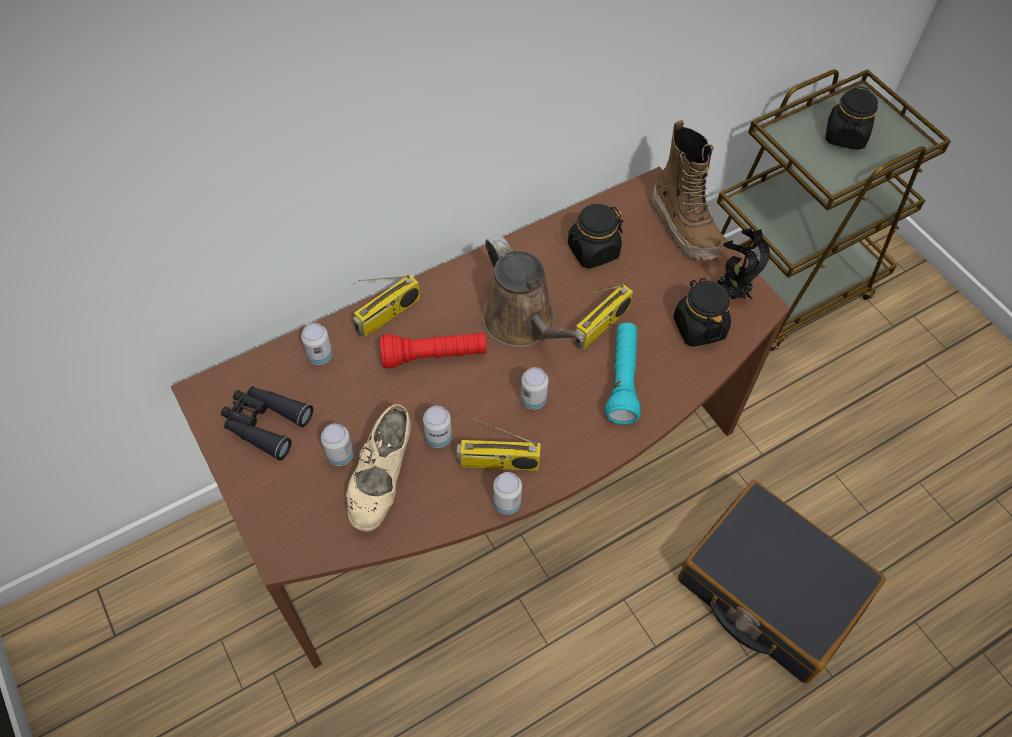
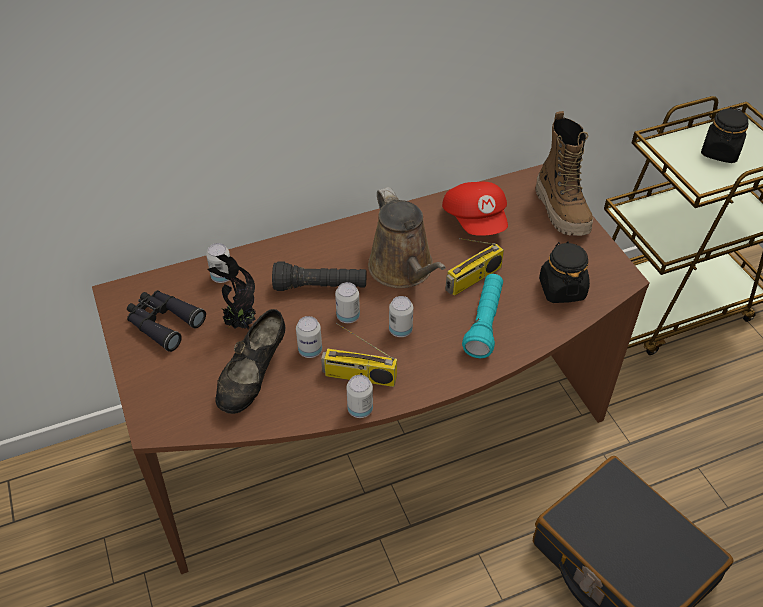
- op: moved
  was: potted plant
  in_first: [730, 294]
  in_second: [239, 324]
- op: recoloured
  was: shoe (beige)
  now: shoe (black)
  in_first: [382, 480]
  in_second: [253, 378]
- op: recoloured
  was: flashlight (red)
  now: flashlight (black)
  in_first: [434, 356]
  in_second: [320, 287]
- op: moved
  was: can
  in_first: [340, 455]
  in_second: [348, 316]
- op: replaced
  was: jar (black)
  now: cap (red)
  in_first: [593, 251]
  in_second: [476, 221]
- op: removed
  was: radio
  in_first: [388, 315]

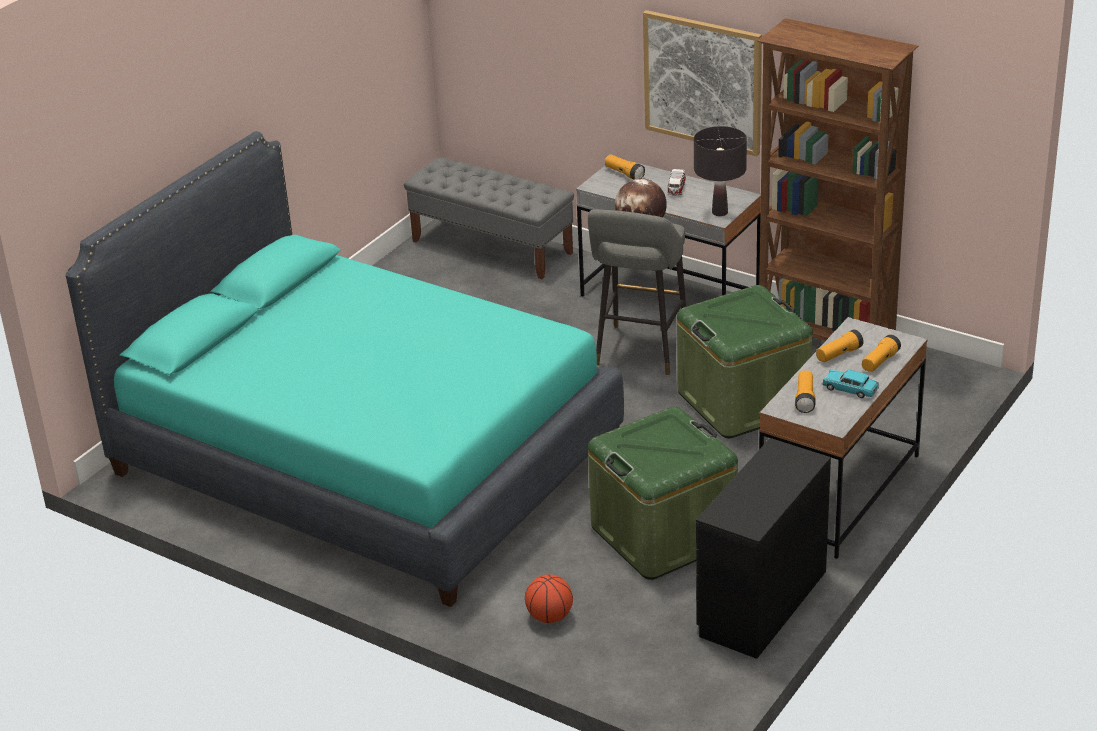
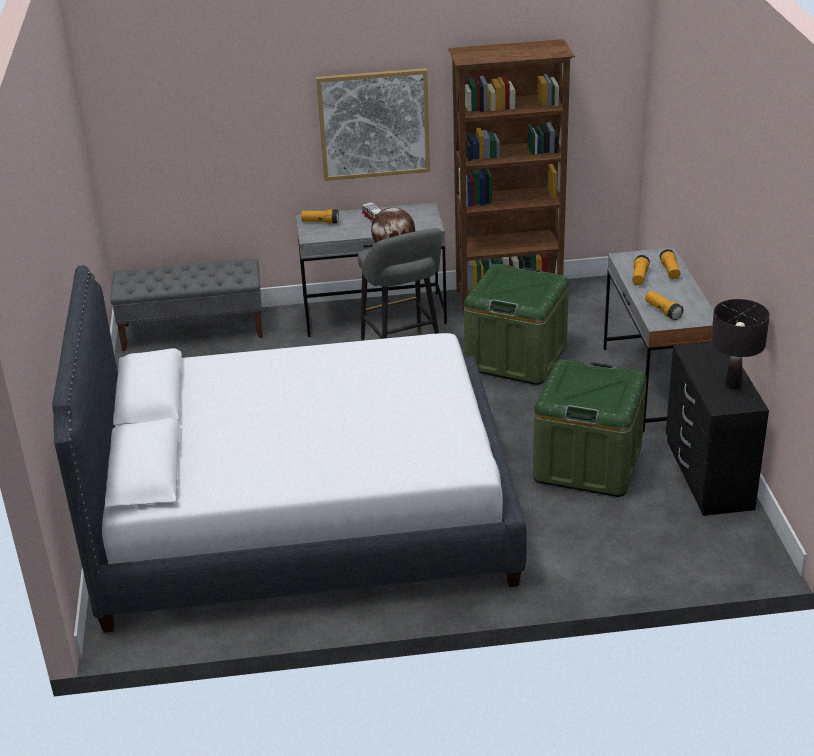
- op: recoloured
  was: bed (turquoise)
  now: bed (white)
  in_first: [365, 457]
  in_second: [302, 516]
- op: moved
  was: table lamp (black)
  in_first: [719, 212]
  in_second: [732, 385]
- op: removed
  was: basketball
  in_first: [550, 617]
- op: removed
  was: toy car (turquoise)
  in_first: [850, 390]

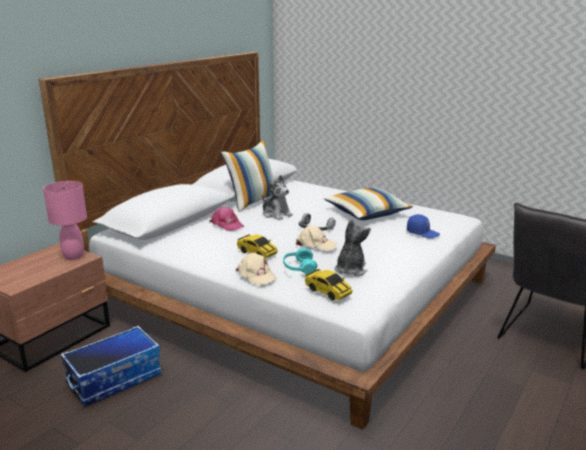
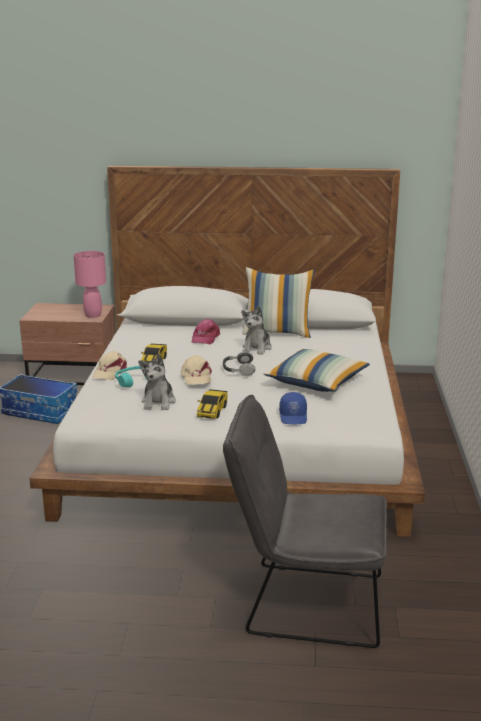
- op: turned
  was: plush toy
  in_first: [350, 270]
  in_second: [158, 402]
  clockwise: 105
- op: moved
  was: toy car
  in_first: [328, 291]
  in_second: [212, 411]

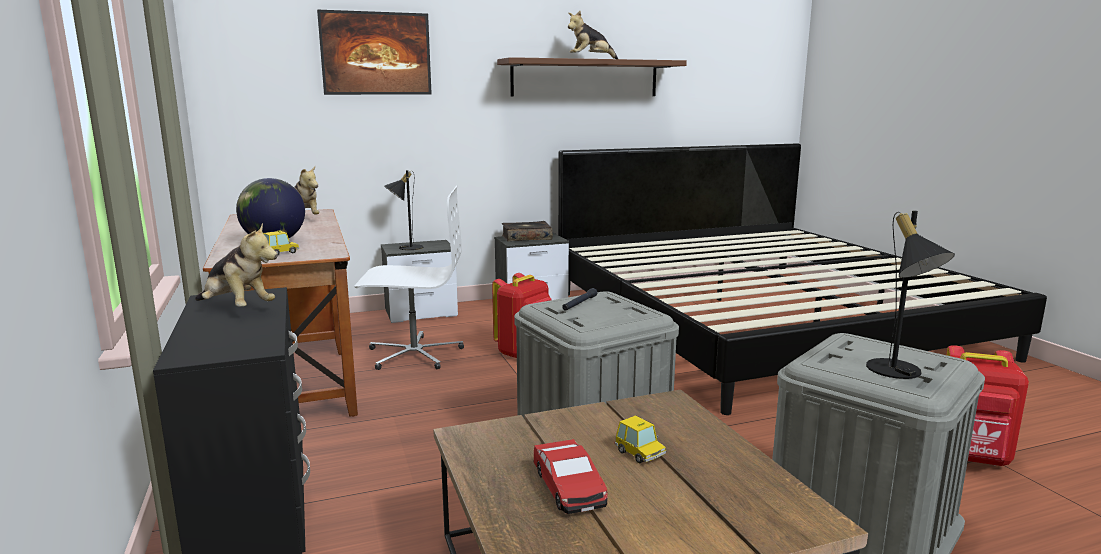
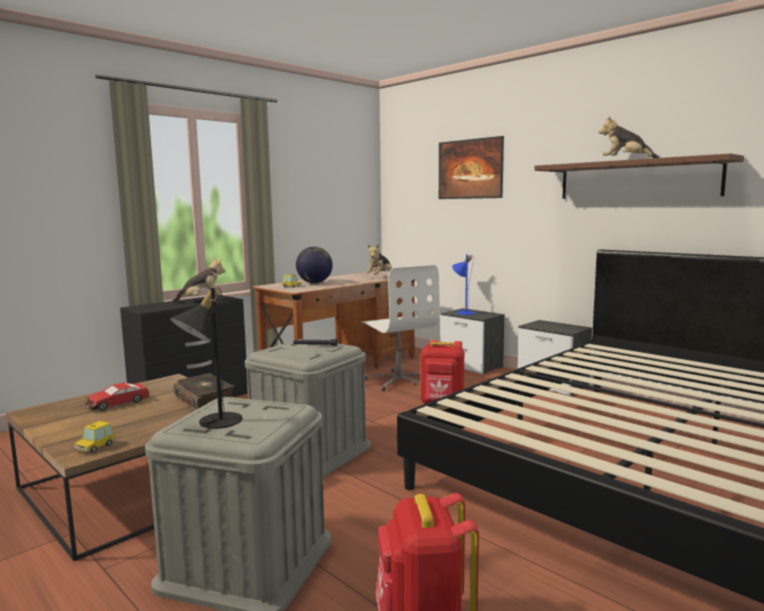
- op: moved
  was: toy car
  in_first: [640, 453]
  in_second: [95, 447]
- op: turned
  was: plush toy
  in_first: [237, 308]
  in_second: [201, 300]
  clockwise: -120
- op: moved
  was: book
  in_first: [526, 238]
  in_second: [206, 400]
- op: recoloured
  was: table lamp (black)
  now: table lamp (blue)
  in_first: [406, 247]
  in_second: [463, 312]

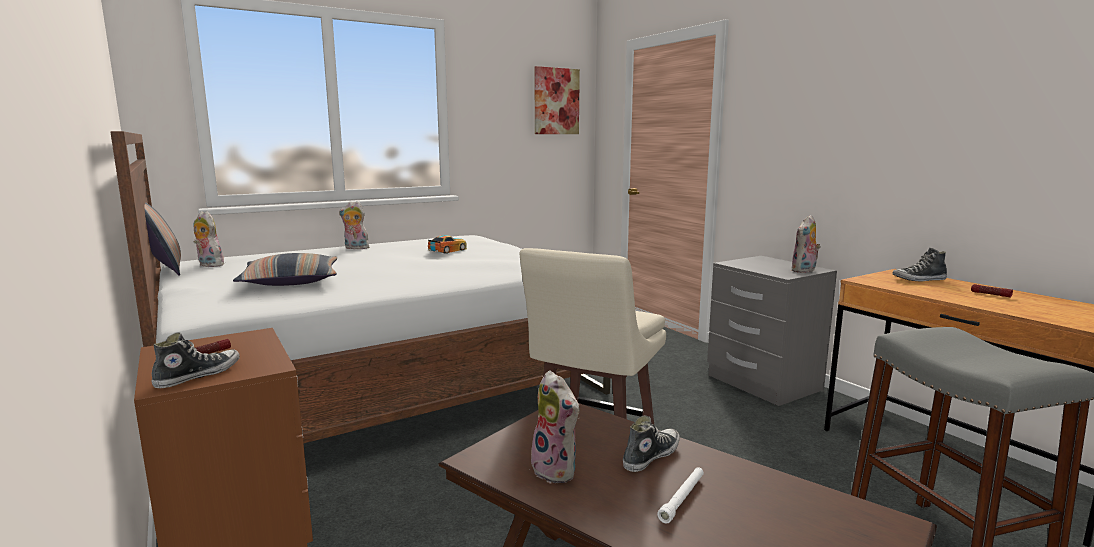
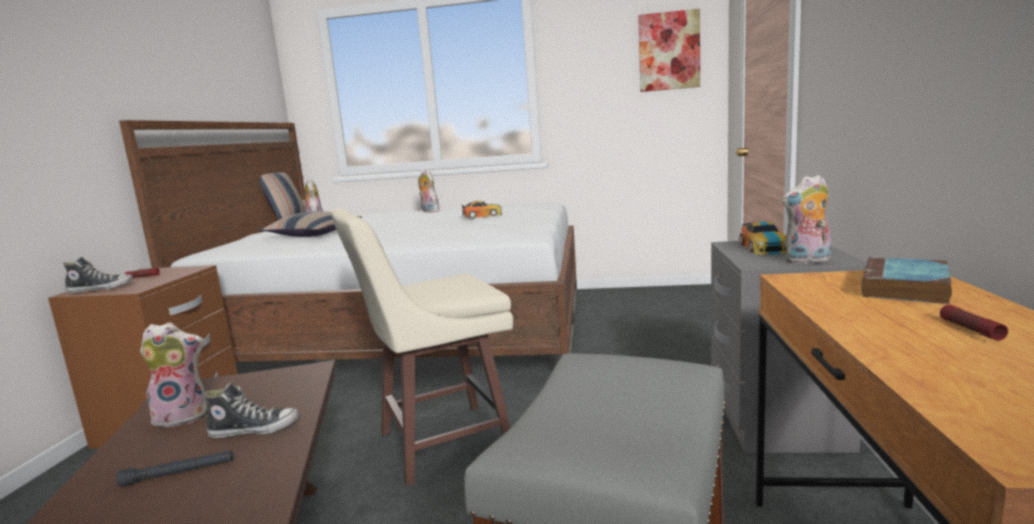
- op: recoloured
  was: flashlight (white)
  now: flashlight (black)
  in_first: [682, 498]
  in_second: [178, 473]
- op: turned
  was: plush toy
  in_first: [557, 470]
  in_second: [184, 416]
  clockwise: -105
- op: added
  now: toy car
  in_second: [763, 248]
- op: replaced
  was: shoe
  now: book
  in_first: [919, 279]
  in_second: [905, 288]

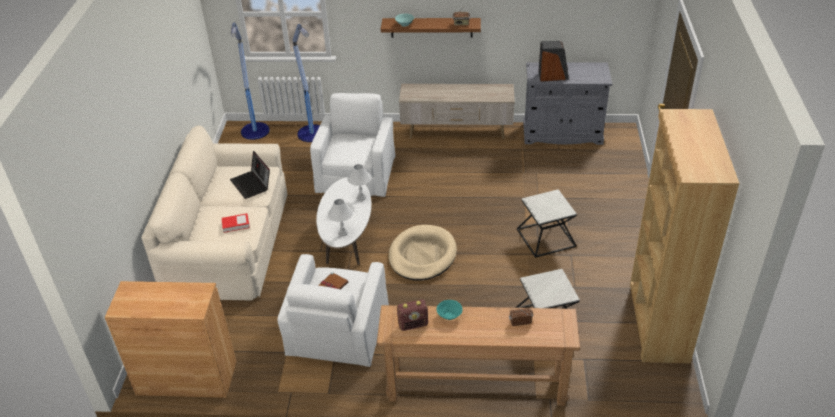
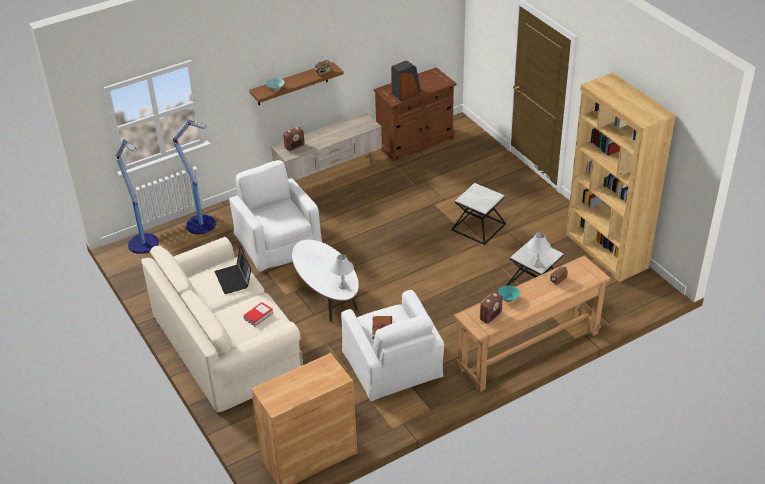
- op: turned
  was: laptop
  in_first: [252, 184]
  in_second: [234, 279]
  clockwise: 45
- op: added
  now: radio
  in_second: [294, 146]
- op: recoloured
  was: cabinet (grey)
  now: cabinet (brown)
  in_first: [562, 133]
  in_second: [415, 142]
- op: moved
  was: table lamp (white)
  in_first: [361, 197]
  in_second: [537, 264]
- op: removed
  was: dog bed (beige)
  in_first: [422, 255]

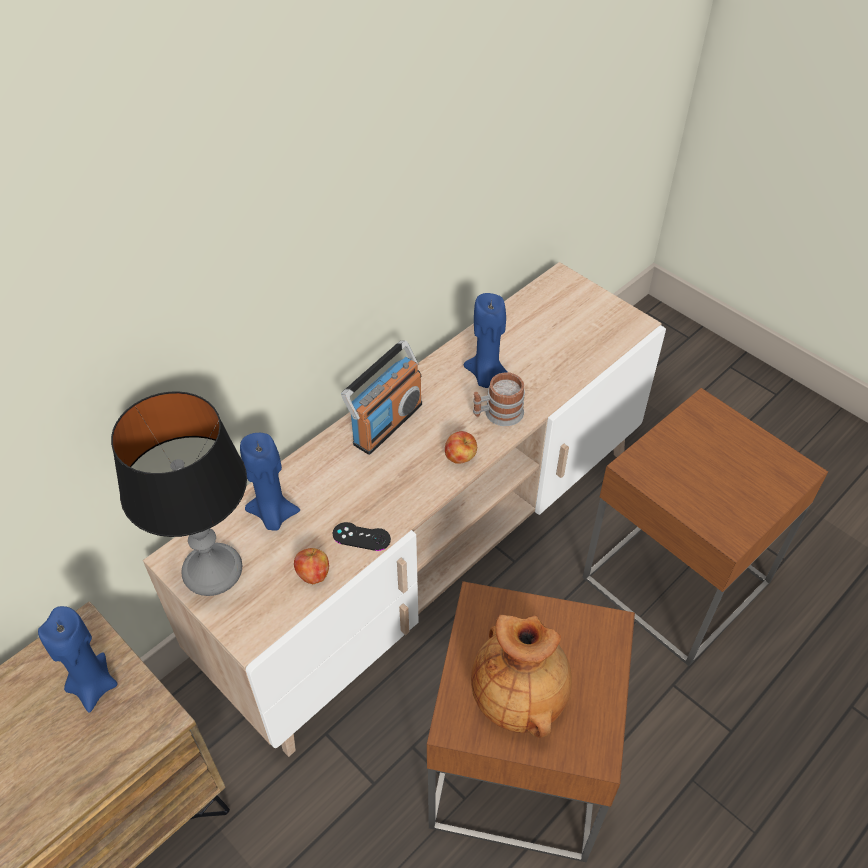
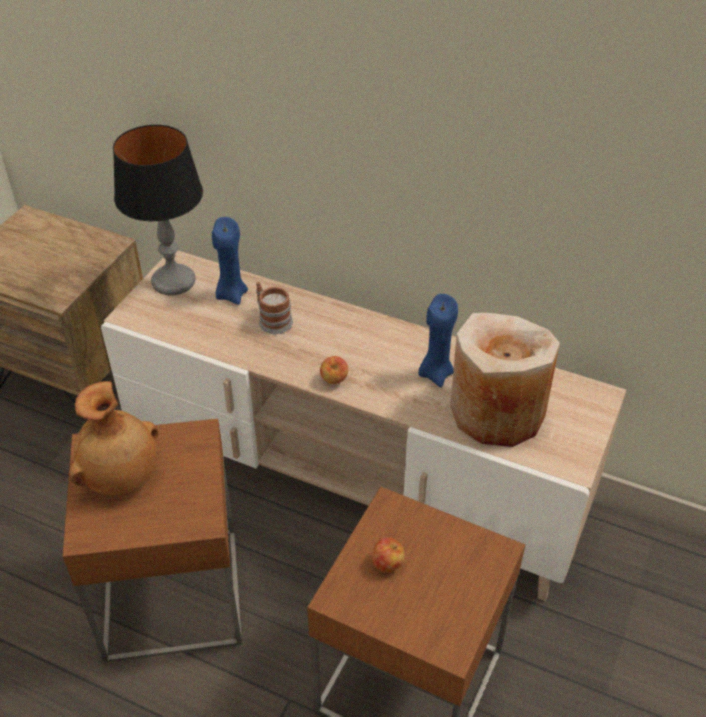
- op: moved
  was: mug
  in_first: [497, 414]
  in_second: [272, 319]
- op: moved
  was: apple
  in_first: [313, 574]
  in_second: [387, 564]
- op: added
  now: vase (beige)
  in_second: [496, 412]
- op: removed
  was: candle (blue)
  in_first: [93, 685]
- op: removed
  was: game controller (black)
  in_first: [361, 537]
- op: removed
  was: radio
  in_first: [386, 423]

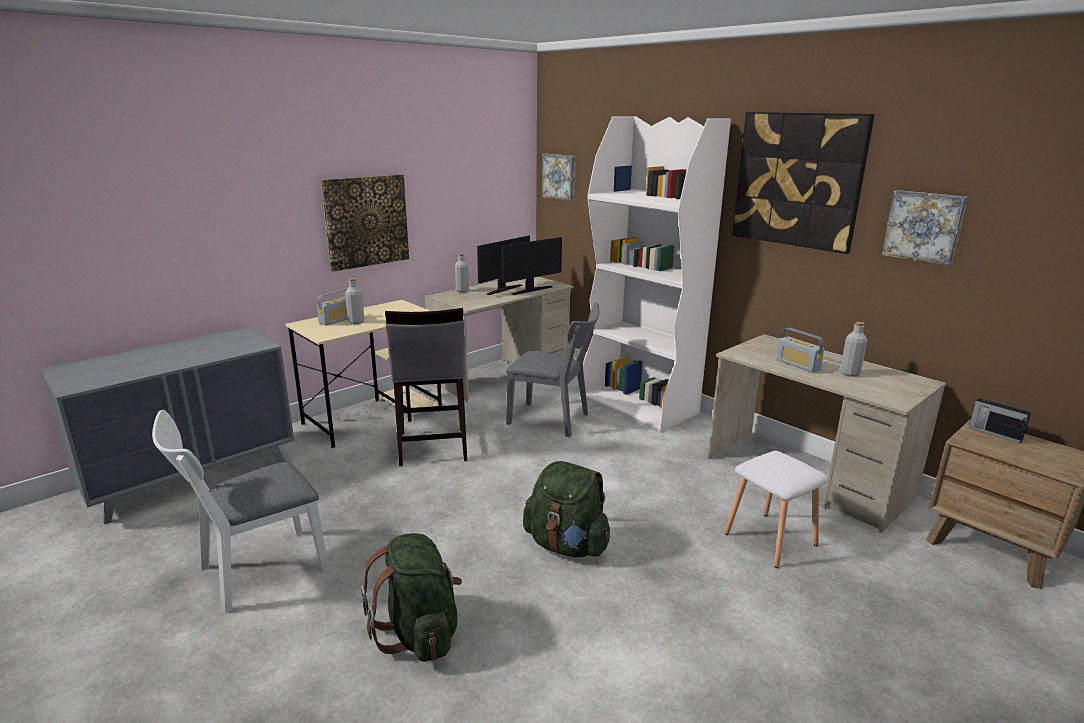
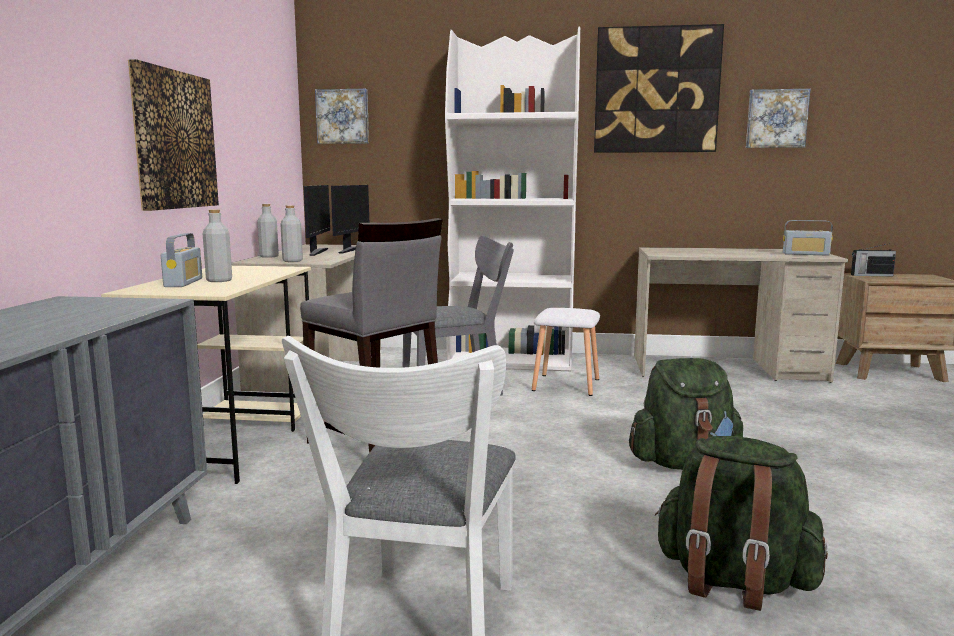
- op: moved
  was: bottle (grey)
  in_first: [849, 373]
  in_second: [292, 261]
- op: moved
  was: stool (white)
  in_first: [769, 538]
  in_second: [564, 385]
- op: moved
  was: radio
  in_first: [797, 365]
  in_second: [806, 254]

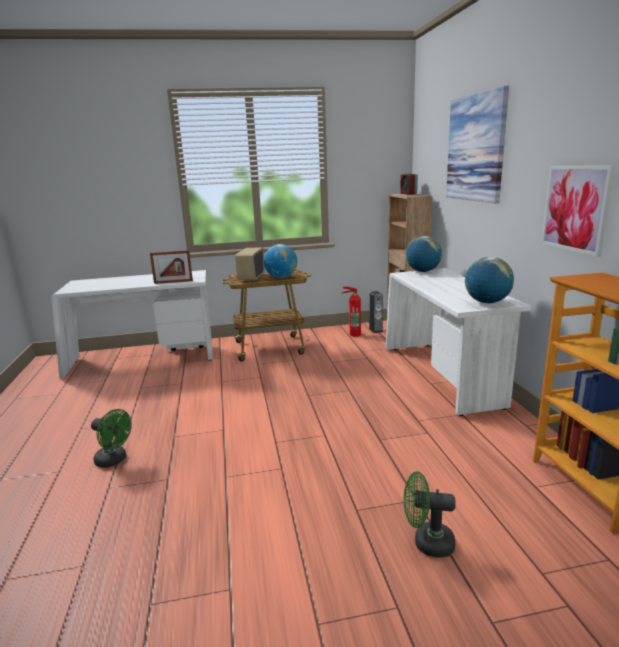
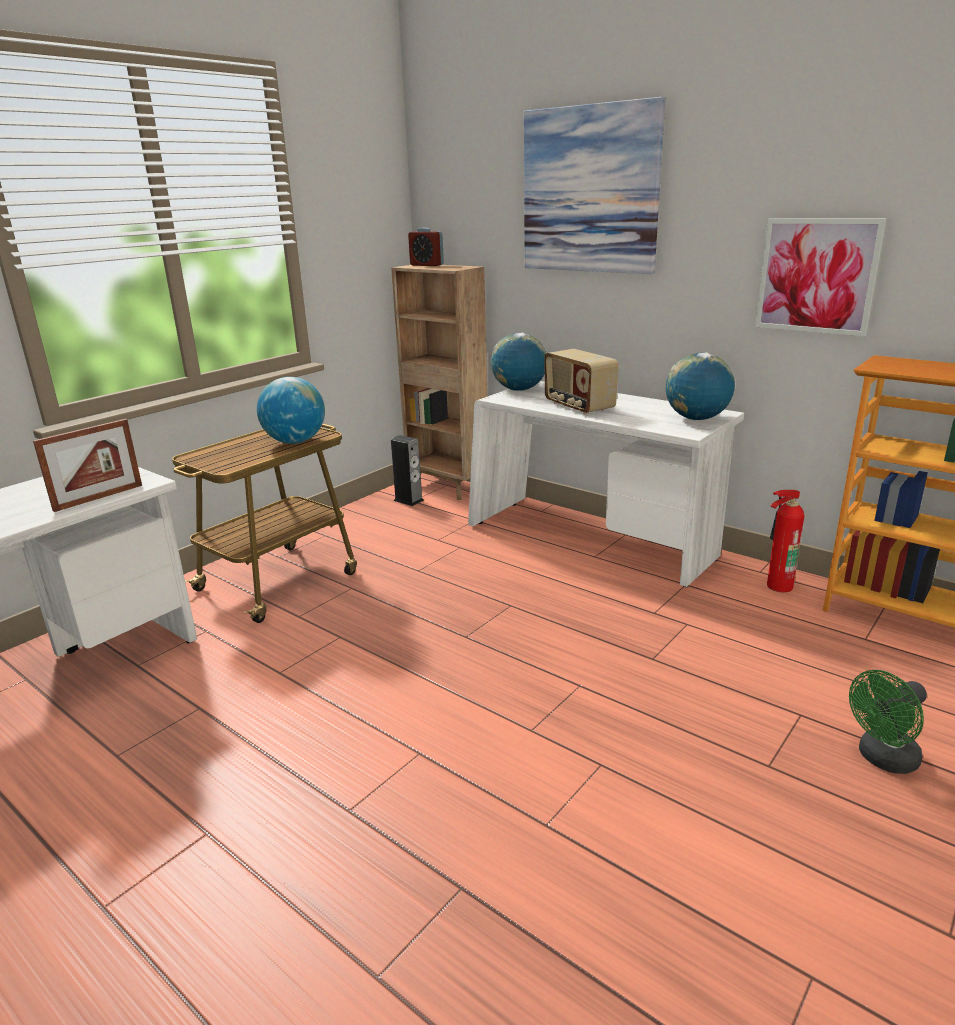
- op: moved
  was: radio
  in_first: [251, 278]
  in_second: [578, 406]
- op: moved
  was: fire extinguisher
  in_first: [354, 334]
  in_second: [776, 586]
- op: removed
  was: fan (green)
  in_first: [114, 460]

